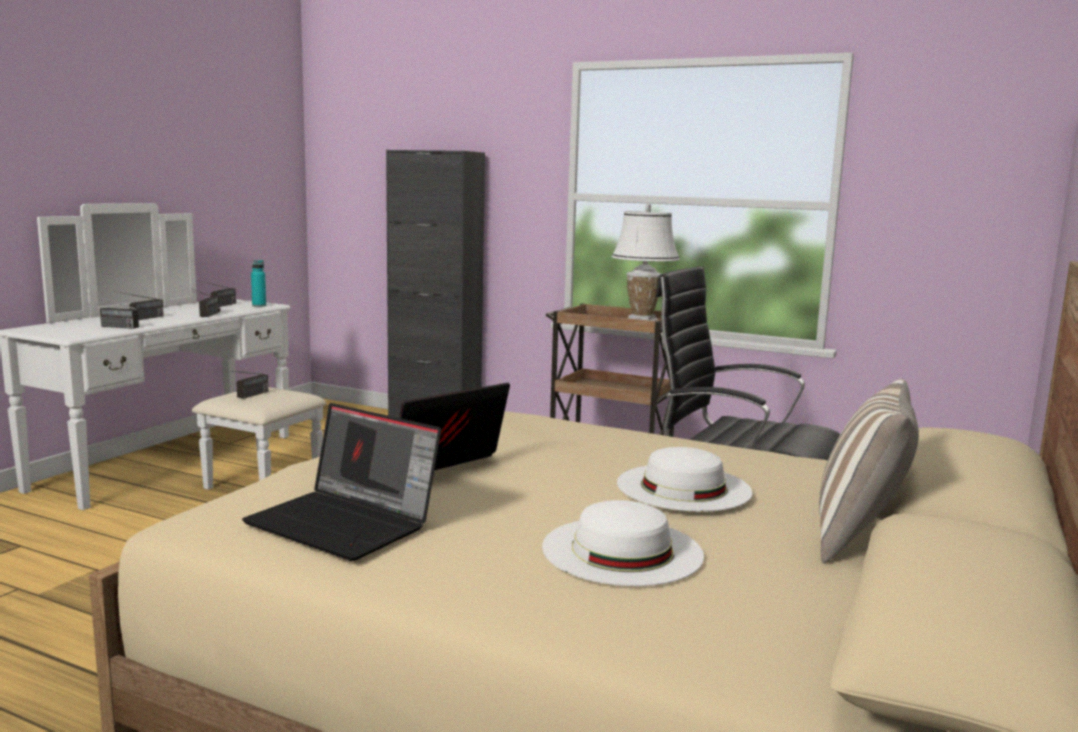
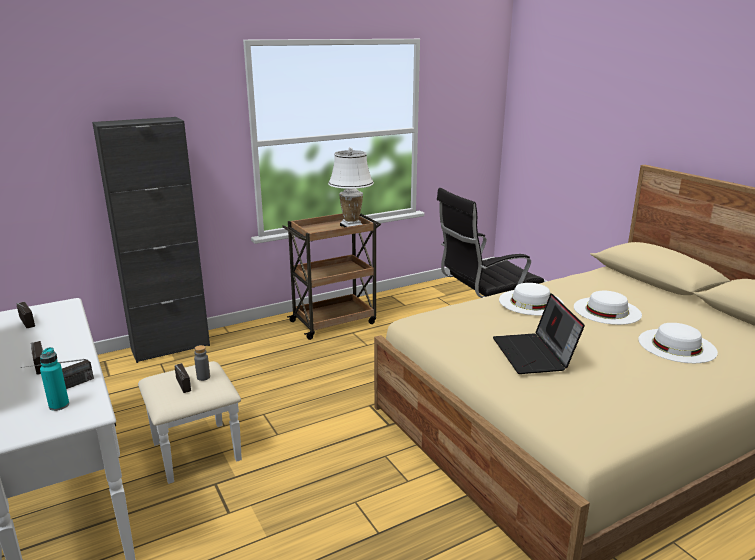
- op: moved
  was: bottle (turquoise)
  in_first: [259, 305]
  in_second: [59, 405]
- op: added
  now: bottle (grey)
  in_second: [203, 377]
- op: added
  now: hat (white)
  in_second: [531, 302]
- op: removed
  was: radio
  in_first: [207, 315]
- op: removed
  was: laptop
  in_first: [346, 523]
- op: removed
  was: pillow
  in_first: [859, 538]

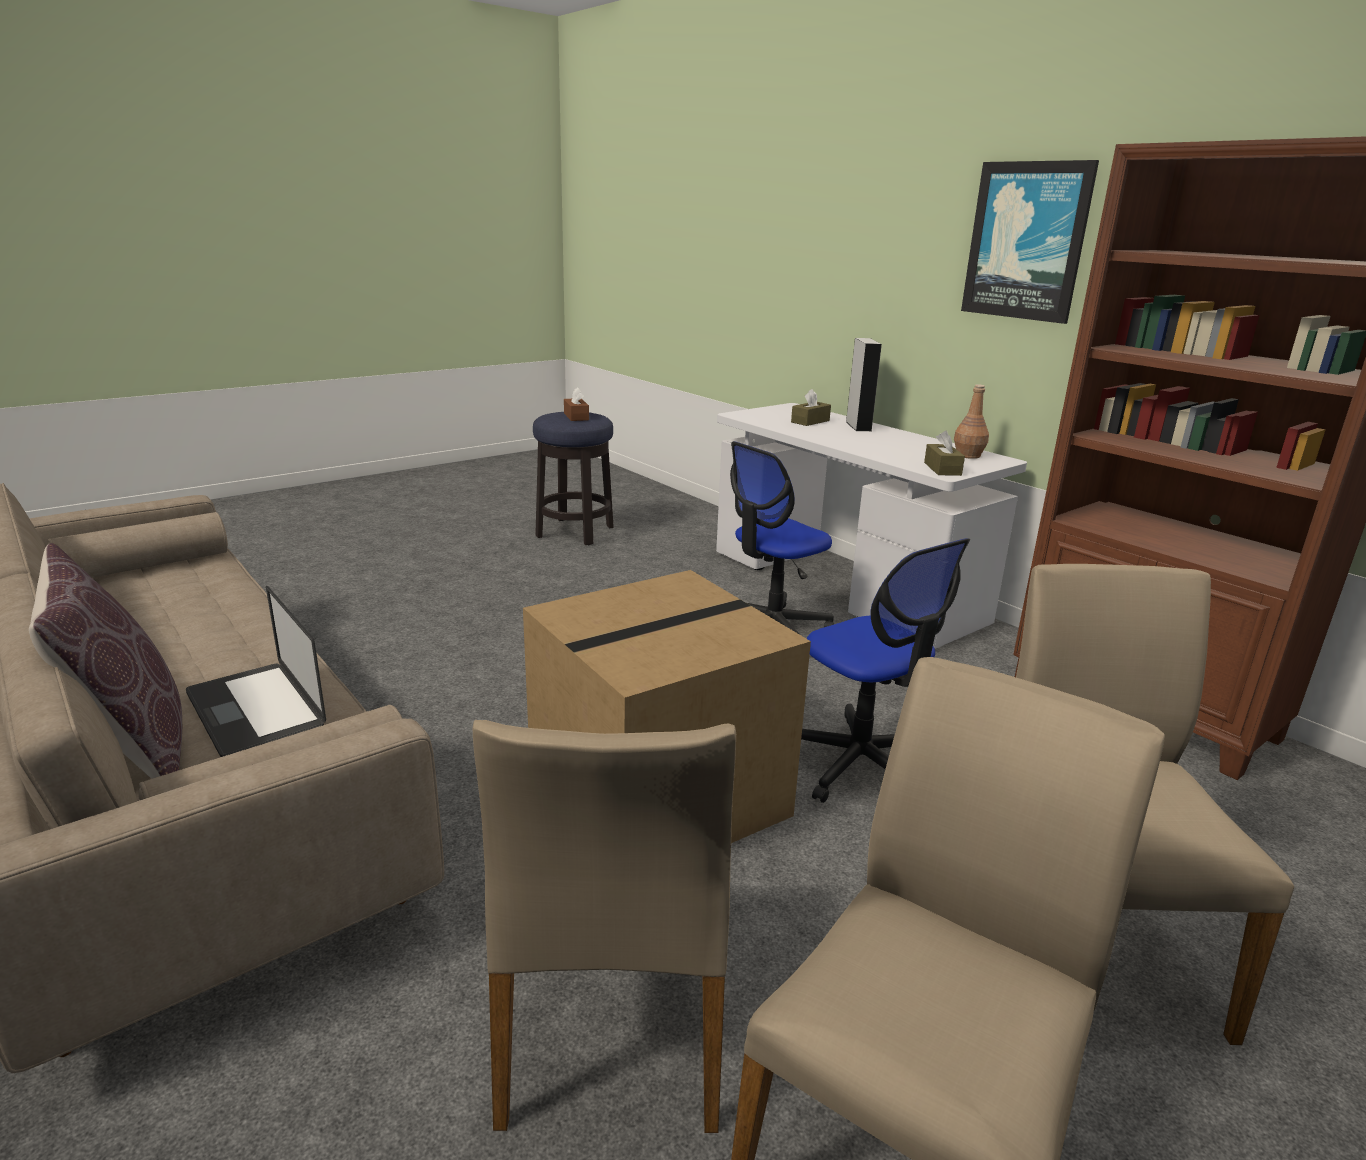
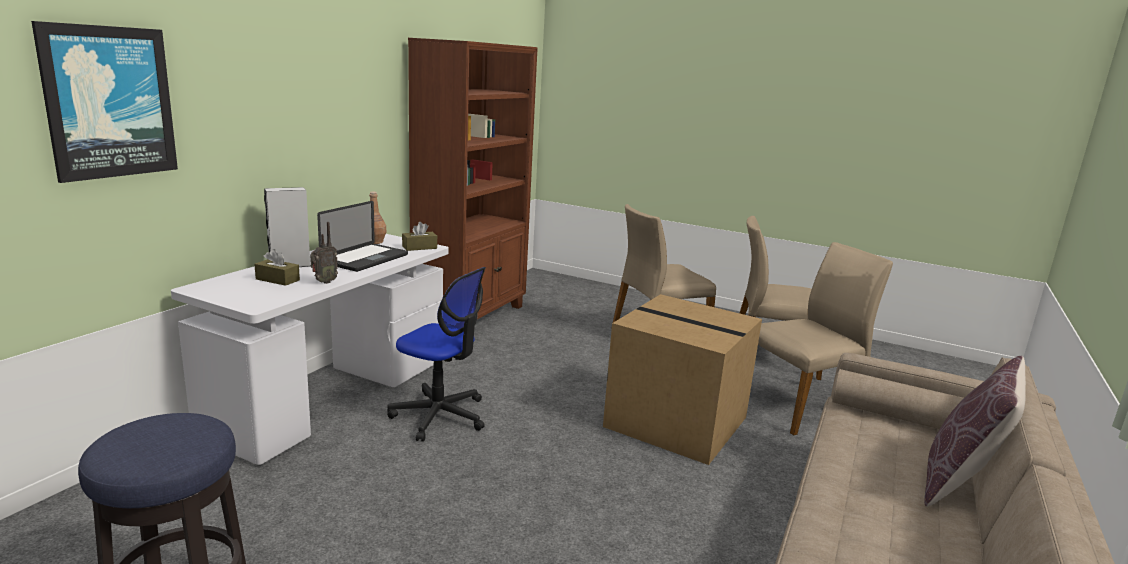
- op: moved
  was: picture
  in_first: [1027, 241]
  in_second: [109, 102]
- op: added
  now: radio
  in_second: [324, 282]
- op: moved
  was: laptop
  in_first: [255, 712]
  in_second: [365, 259]
- op: removed
  was: tissue box (brown)
  in_first: [576, 417]
- op: removed
  was: office chair
  in_first: [861, 764]

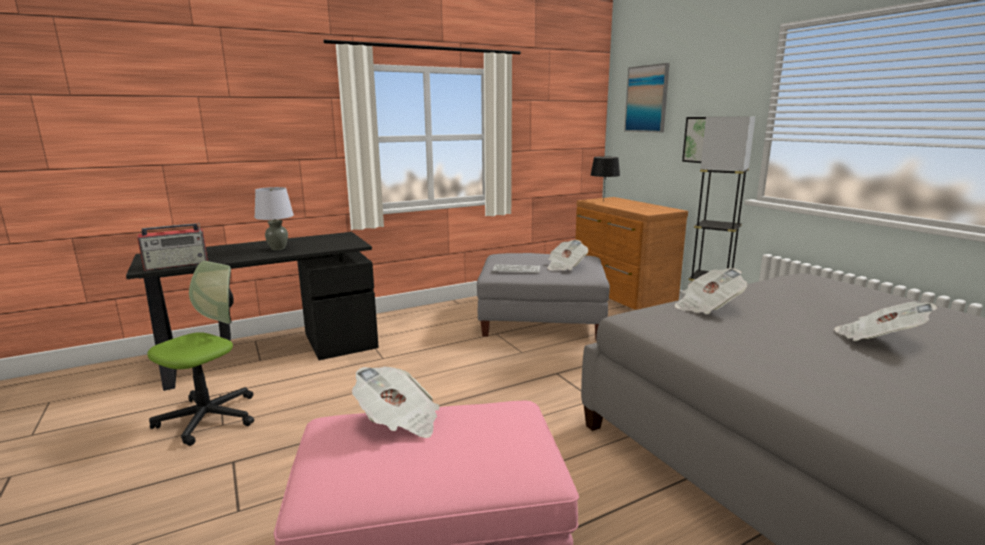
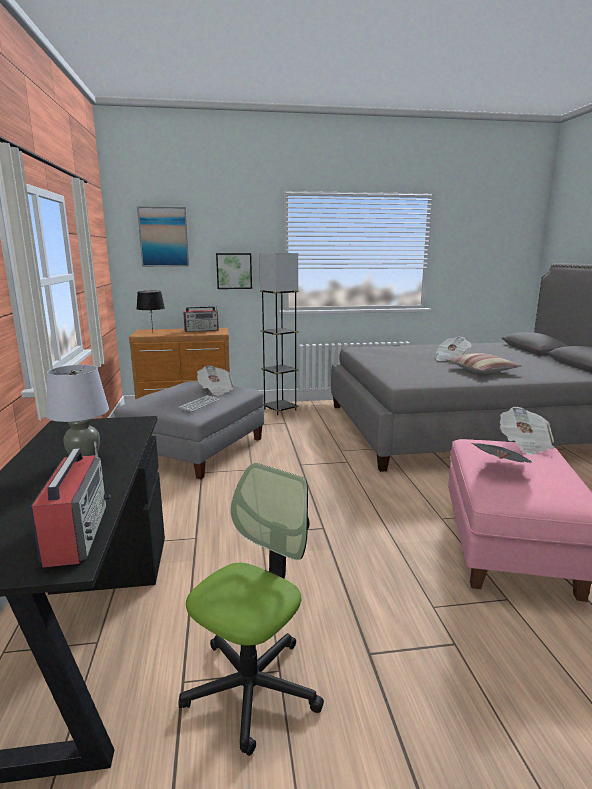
- op: turned
  was: office chair
  in_first: [209, 417]
  in_second: [252, 687]
  clockwise: 75
- op: added
  now: radio
  in_second: [202, 330]
- op: added
  now: pillow
  in_second: [481, 370]
- op: moved
  was: newspaper
  in_first: [707, 307]
  in_second: [524, 444]

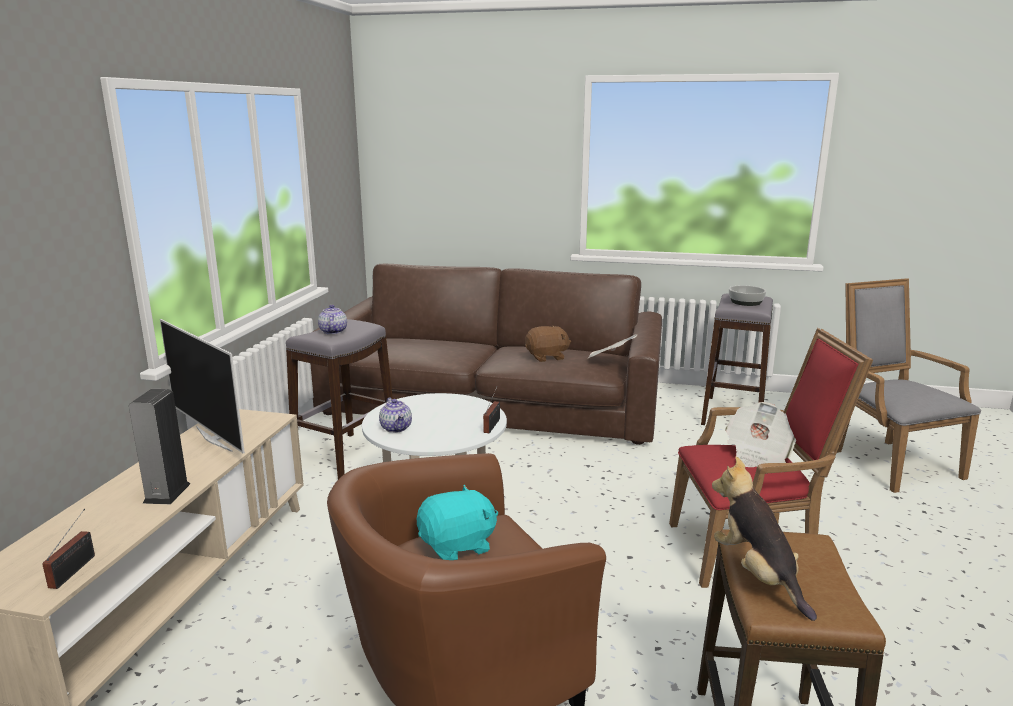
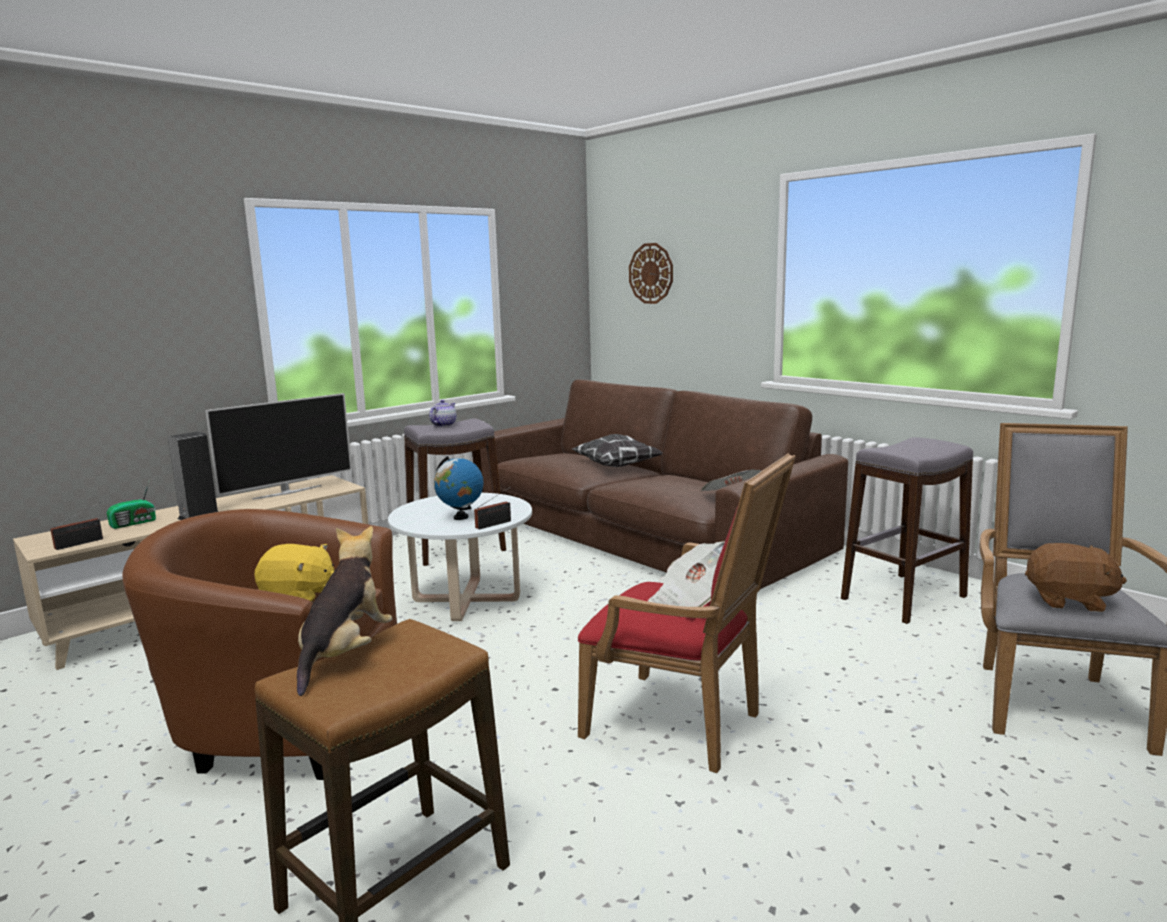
- op: added
  now: radio
  in_second: [135, 523]
- op: turned
  was: television
  in_first: [215, 438]
  in_second: [287, 492]
  clockwise: -120
- op: recoloured
  was: plush toy (turquoise)
  now: plush toy (yellow)
  in_first: [458, 546]
  in_second: [298, 596]
- op: added
  now: globe
  in_second: [460, 517]
- op: added
  now: pillow
  in_second: [617, 466]
- op: added
  now: wall clock
  in_second: [651, 273]
- op: moved
  was: plush toy (brown)
  in_first: [547, 357]
  in_second: [1069, 601]
- op: removed
  was: teapot
  in_first: [396, 428]
- op: removed
  was: bowl
  in_first: [746, 302]

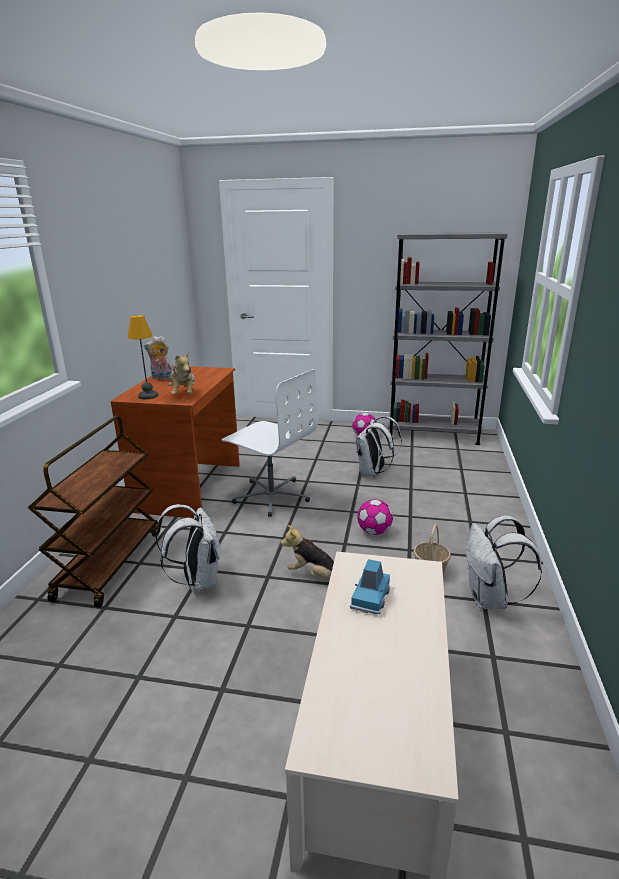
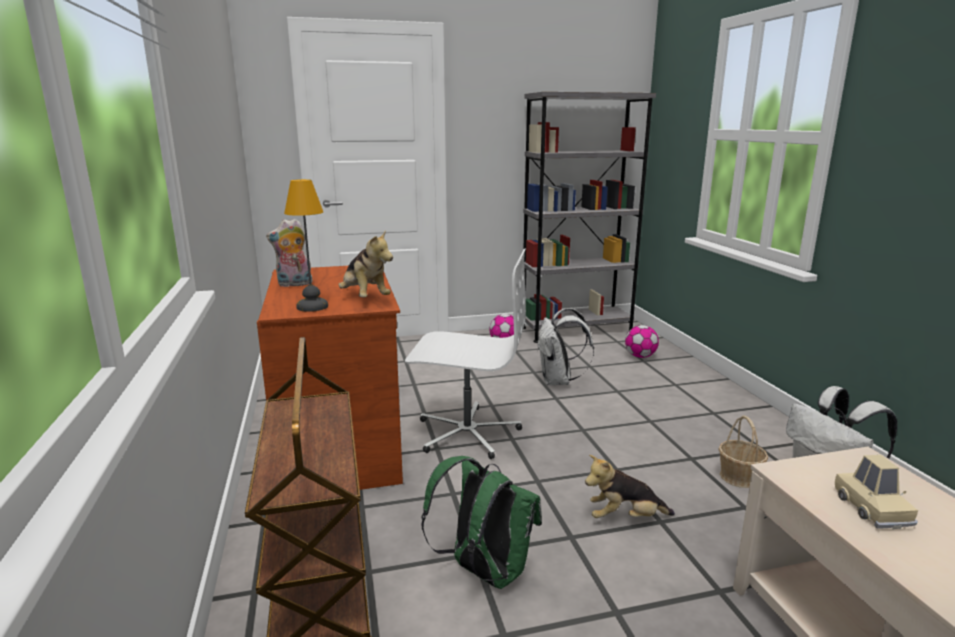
- op: recoloured
  was: backpack (white)
  now: backpack (green)
  in_first: [197, 581]
  in_second: [484, 572]
- op: moved
  was: football
  in_first: [374, 531]
  in_second: [640, 356]
- op: recoloured
  was: toy car (blue)
  now: toy car (beige)
  in_first: [370, 598]
  in_second: [871, 509]

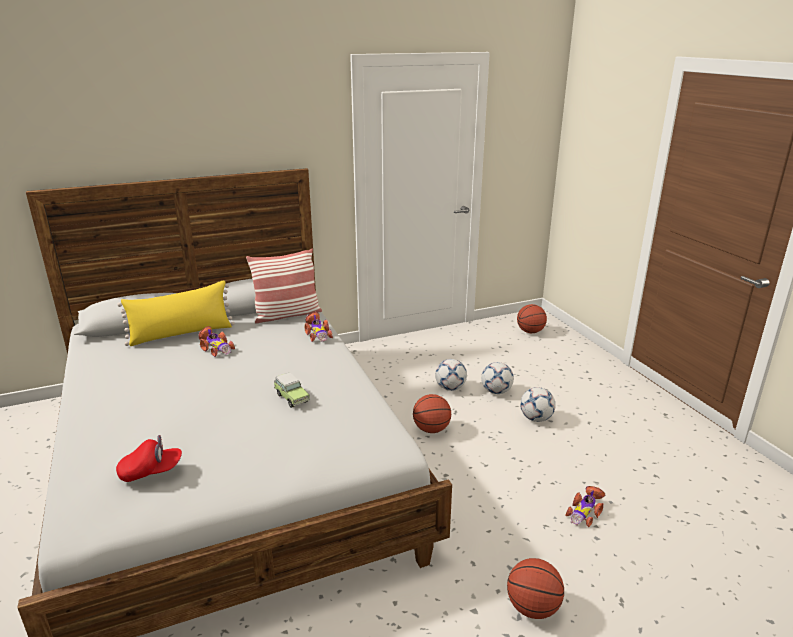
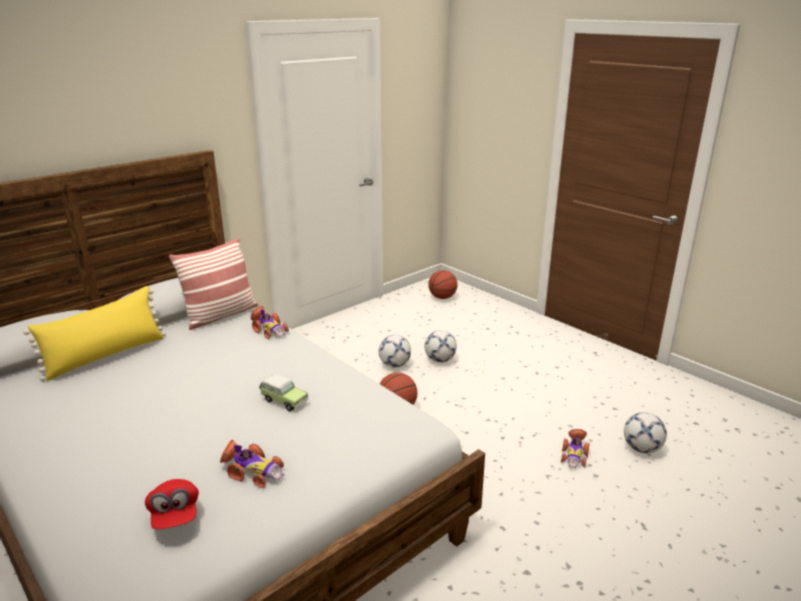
- op: turned
  was: cap (red)
  in_first: [151, 471]
  in_second: [175, 515]
  clockwise: 105
- op: moved
  was: toy car
  in_first: [216, 348]
  in_second: [252, 471]
- op: moved
  was: football
  in_first: [536, 418]
  in_second: [641, 448]
- op: removed
  was: basketball
  in_first: [532, 607]

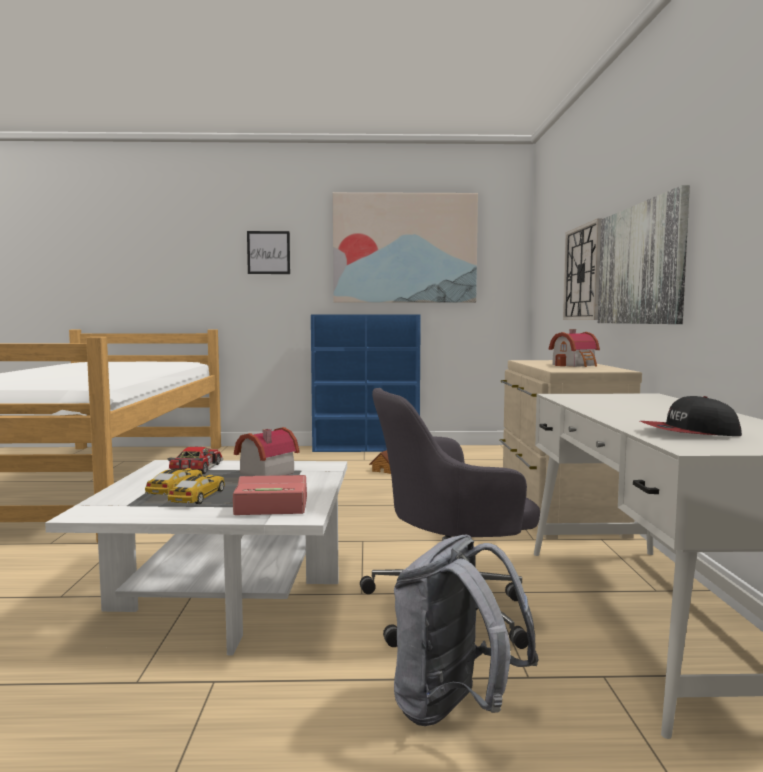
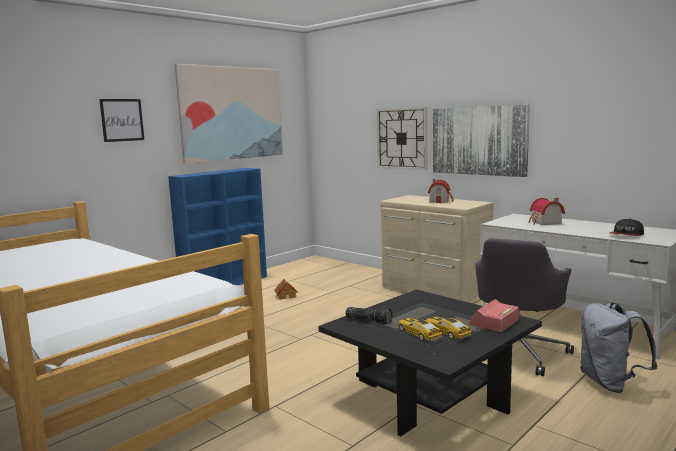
- op: recoloured
  was: coffee table (white)
  now: coffee table (black)
  in_first: [226, 596]
  in_second: [429, 396]
- op: replaced
  was: toy car
  now: flashlight
  in_first: [195, 468]
  in_second: [369, 321]
- op: moved
  was: toy house
  in_first: [263, 473]
  in_second: [545, 223]

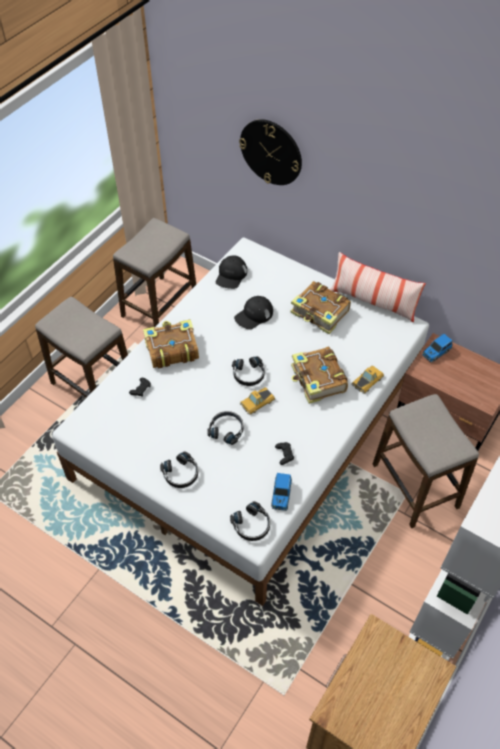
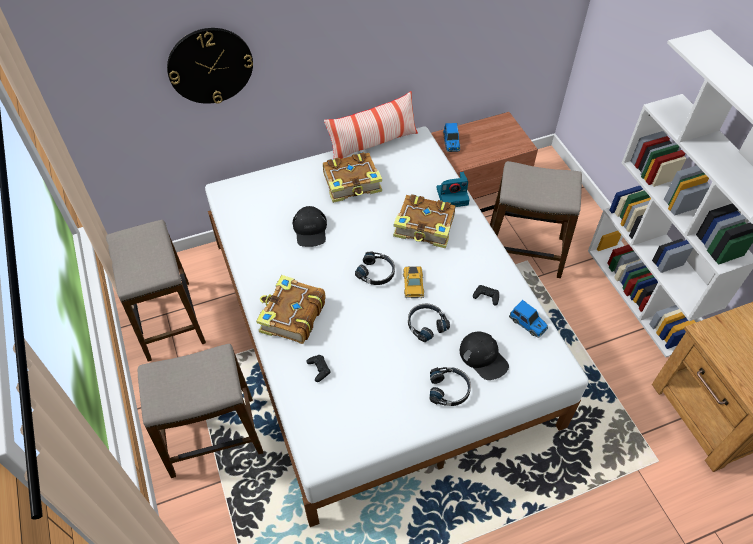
- op: replaced
  was: toy car
  now: photo camera
  in_first: [368, 380]
  in_second: [453, 196]
- op: moved
  was: cap (black)
  in_first: [231, 275]
  in_second: [483, 357]
- op: removed
  was: headphones (black)
  in_first: [252, 525]

